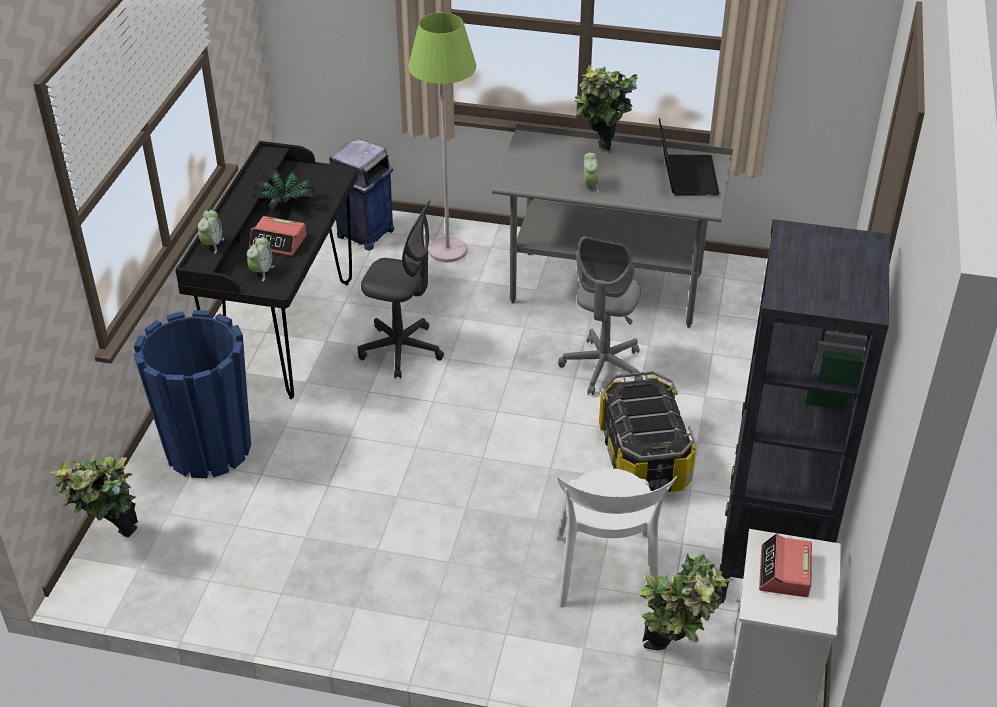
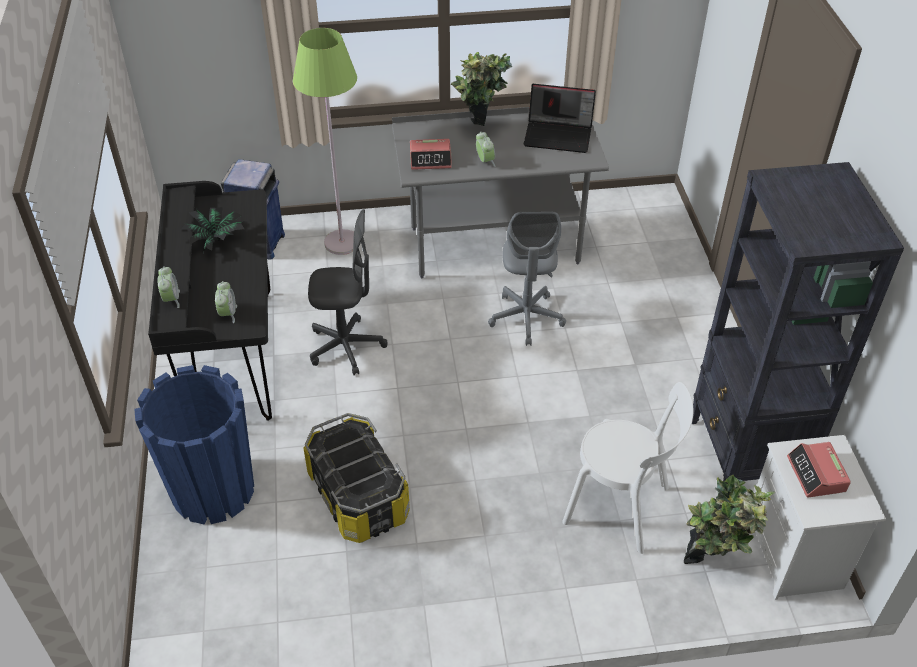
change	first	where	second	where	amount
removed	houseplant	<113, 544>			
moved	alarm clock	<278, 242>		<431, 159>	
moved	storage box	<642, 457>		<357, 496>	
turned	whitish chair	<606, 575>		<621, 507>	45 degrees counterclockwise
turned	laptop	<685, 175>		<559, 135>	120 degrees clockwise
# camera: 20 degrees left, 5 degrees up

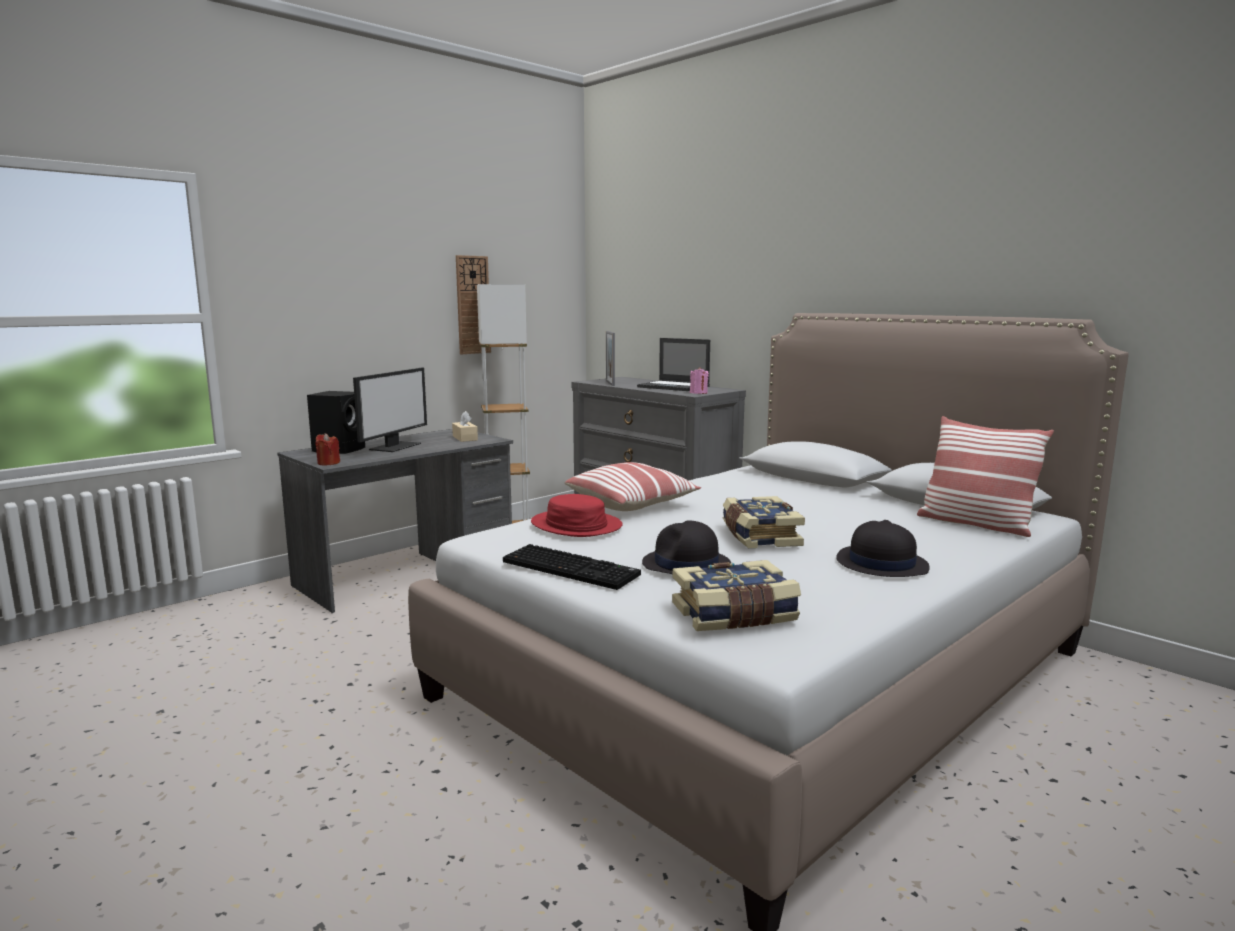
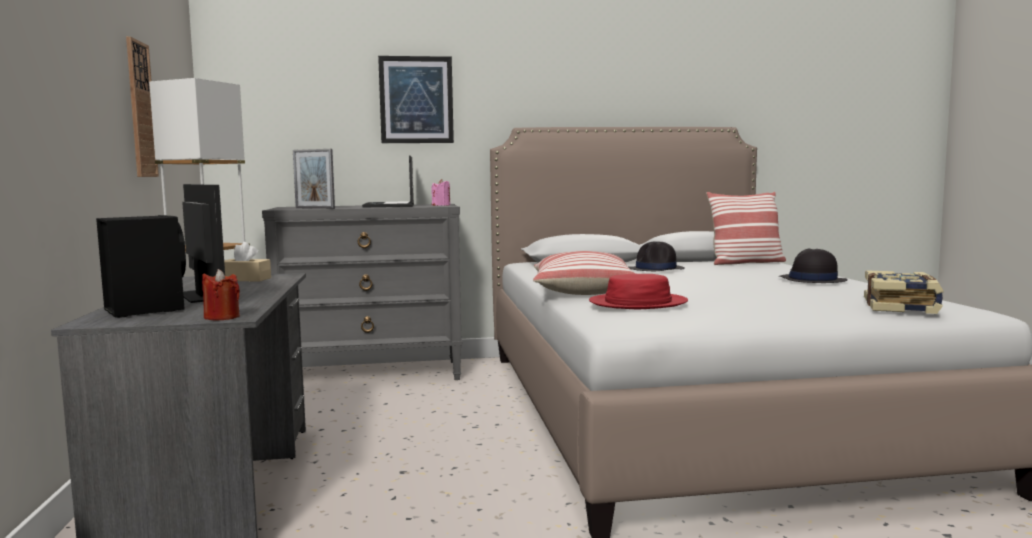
change	first	where	second	where	amount
removed	keyboard	<572, 568>			
removed	book	<759, 536>			
added			wall art	<416, 100>	
moved	blackish clothing hat	<686, 565>		<656, 269>	
turned	laptop	<674, 387>		<389, 205>	105 degrees clockwise
# camera: 55 degrees left, 5 degrees down

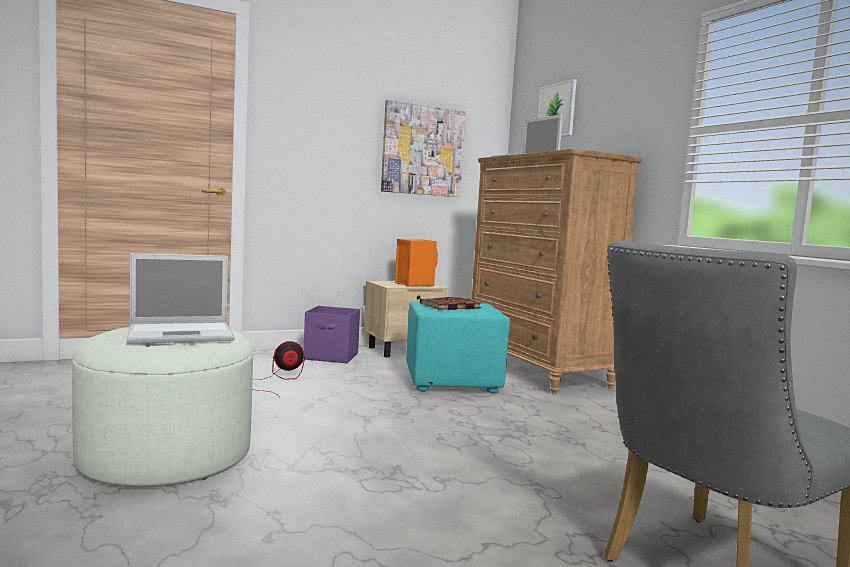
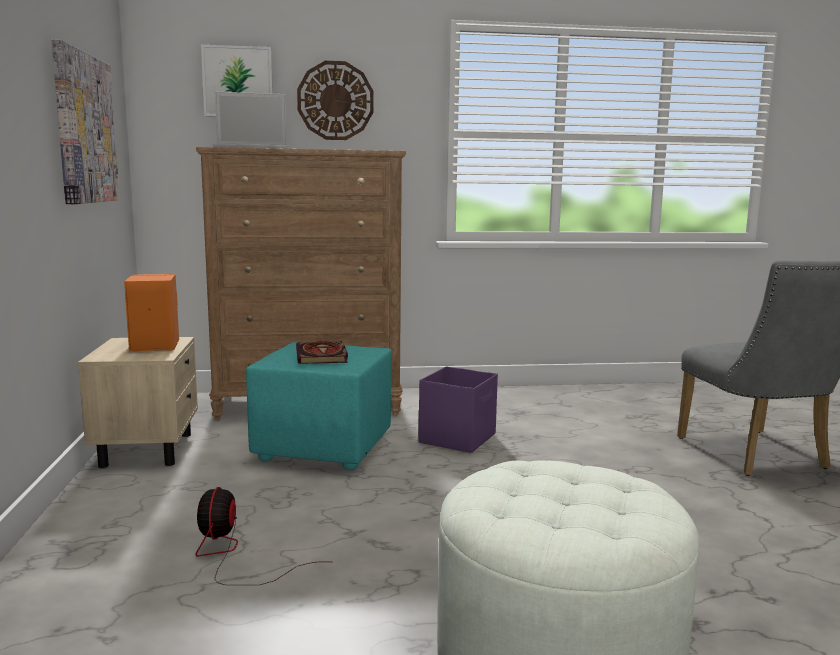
change	first	where	second	where	amount
removed	laptop	<183, 334>			
added			wall clock	<335, 101>	
moved	purple storage box	<332, 357>		<458, 438>	
# camera: 70 degrees left, 5 degrees up

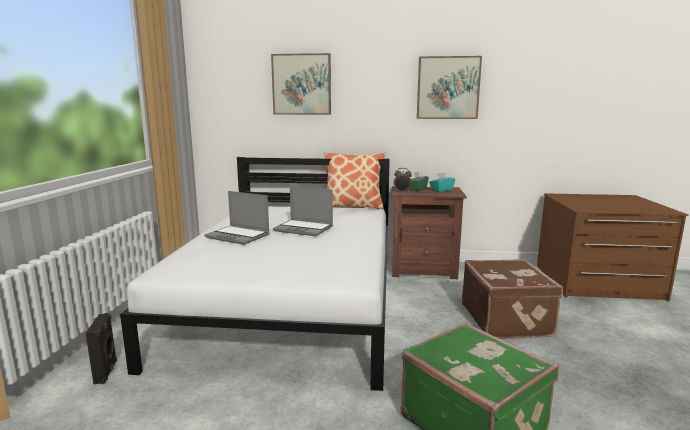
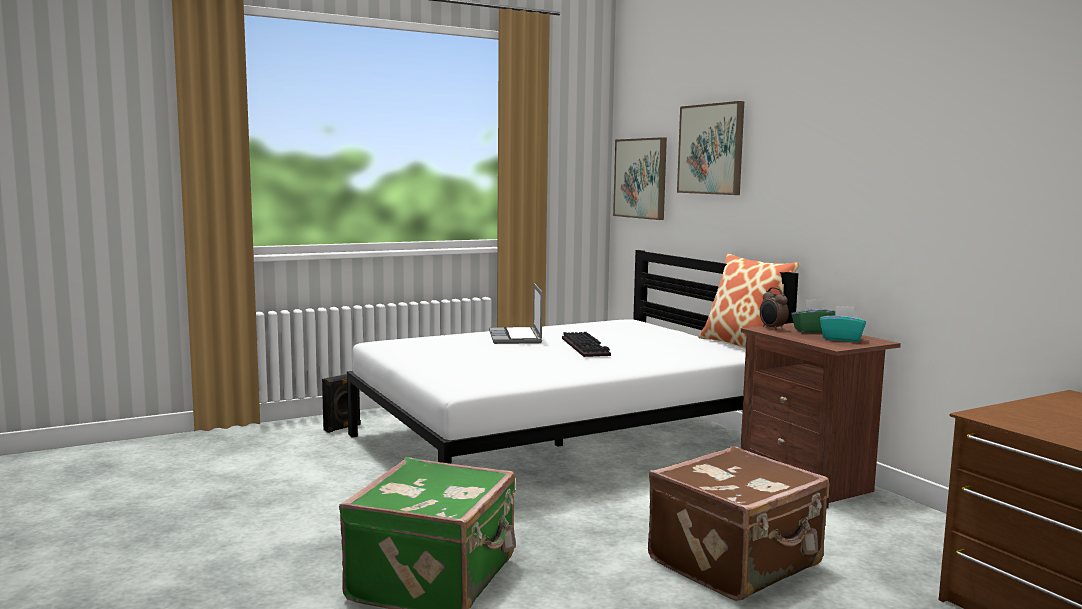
change	first	where	second	where	amount
moved	wall art	<448, 88>		<641, 178>	
replaced	laptop	<304, 229>	keyboard	<587, 347>	
# camera: 55 degrees right, 5 degrees down

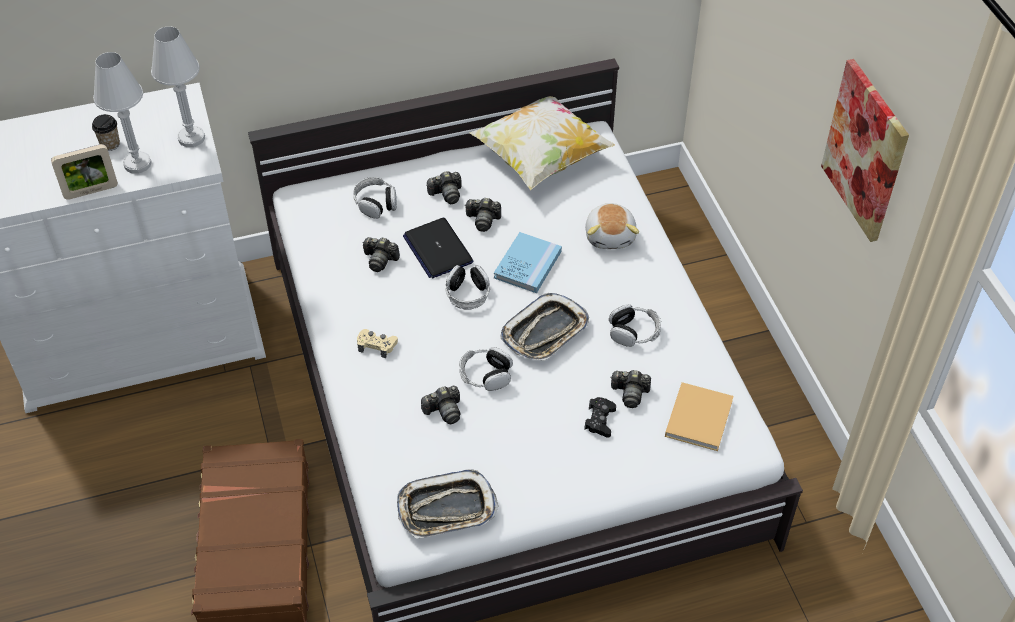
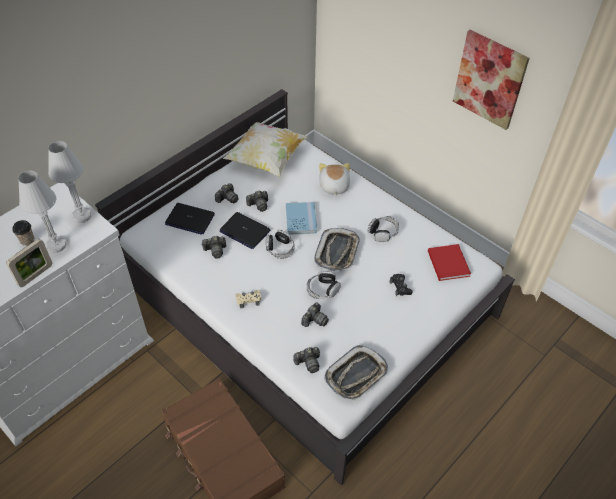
change	first	where	second	where	amount
moved	photo camera	<630, 393>		<308, 363>	
replaced	headset	<376, 203>	laptop	<189, 219>	
recoloured	beige book	<699, 416>	red-coloured book	<448, 262>	
turned	plush toy	<610, 235>		<333, 186>	150 degrees counterclockwise
# camera: 30 degrees left, 0 degrees up

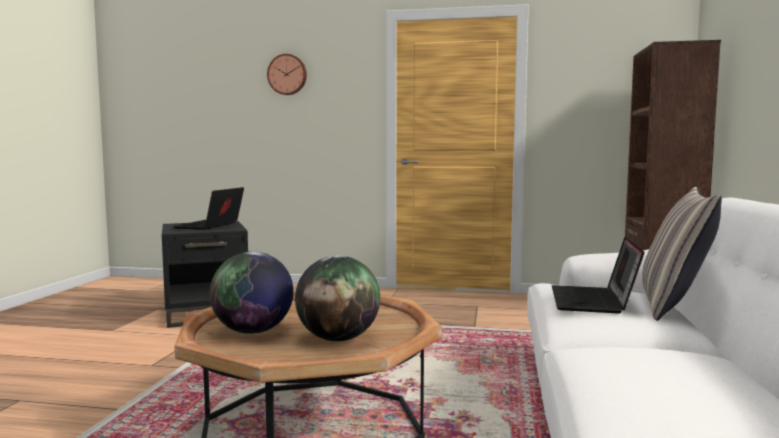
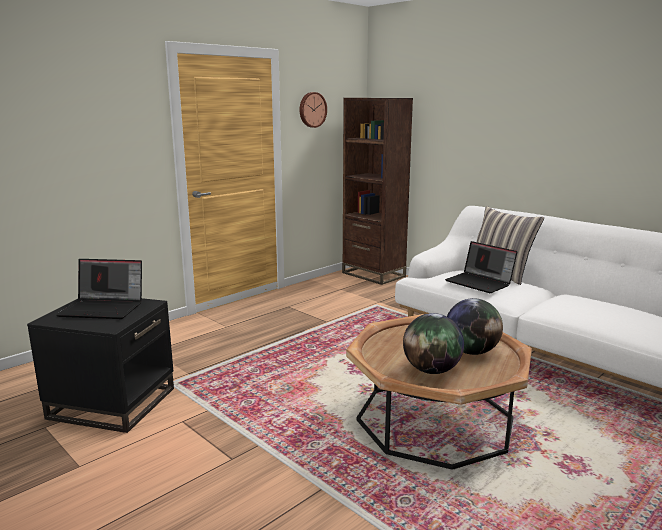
change	first	where	second	where	amount
moved	wall clock	<287, 74>		<312, 109>	
turned	laptop	<210, 226>		<104, 308>	45 degrees counterclockwise
# camera: 55 degrees left, 10 degrees up

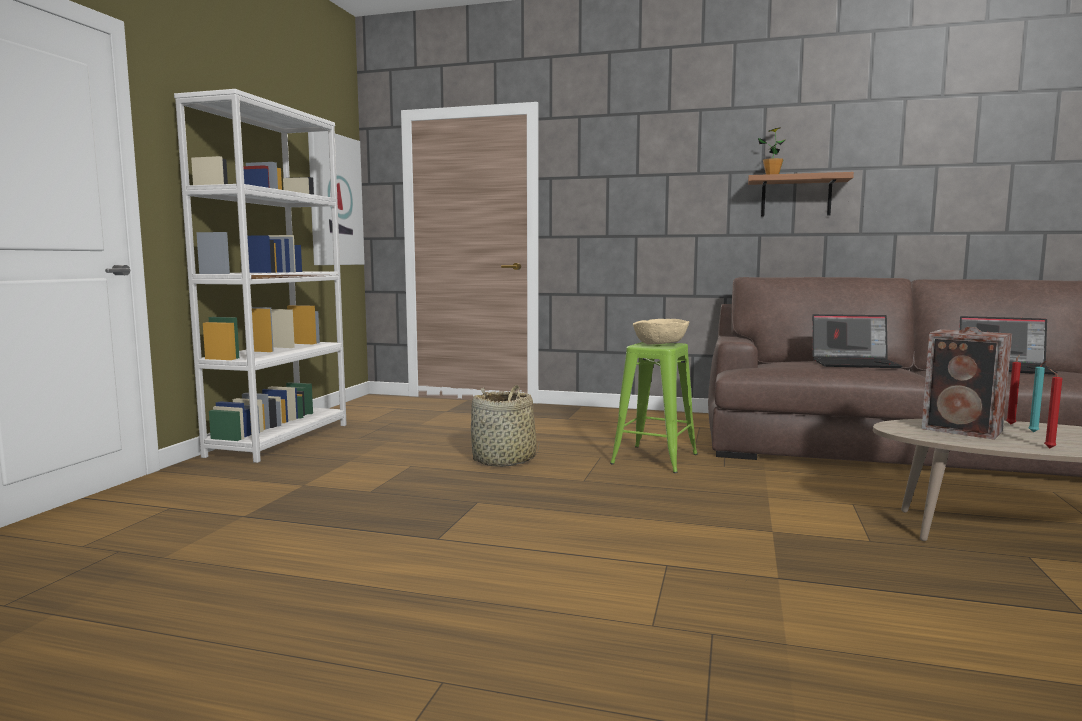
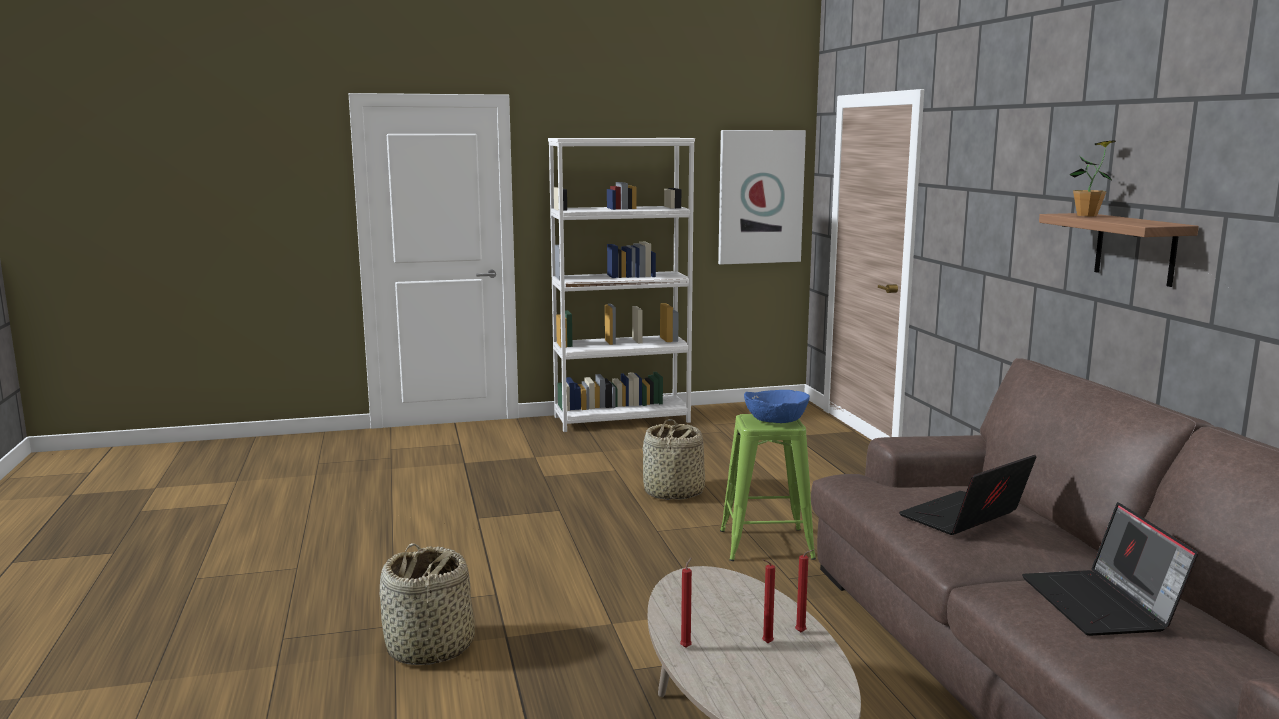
change	first	where	second	where	amount
removed	loudspeaker	<964, 430>			
added			basket	<429, 648>	
recoloured	beige deep dish	<659, 344>	blue deep dish	<775, 420>	
recoloured	blue-green wax candle	<1034, 432>	red-coloured wax candle	<766, 643>	
turned	laptop	<855, 363>		<964, 518>	75 degrees clockwise
# camera: 60 degrees right, 5 degrees up

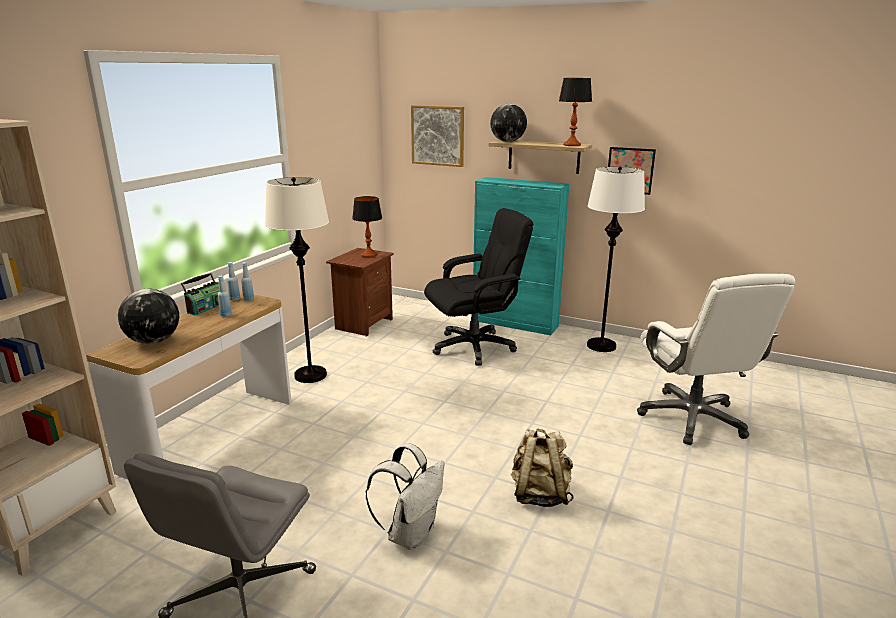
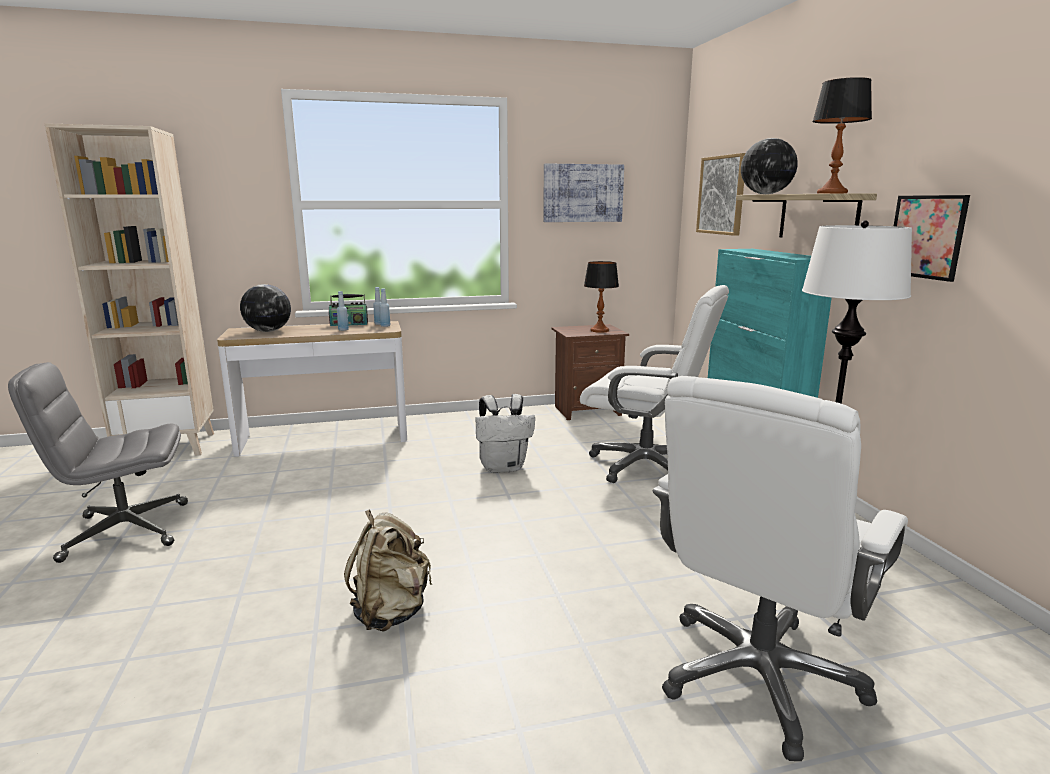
change	first	where	second	where	amount
removed	whitish standing lamp	<311, 375>			
added			wall art	<583, 193>	
moved	whitish knapsack	<410, 533>		<503, 467>	
recoloured	blackish desk chair	<474, 347>	whitish desk chair	<646, 466>	
# camera: 50 degrees right, 5 degrees down

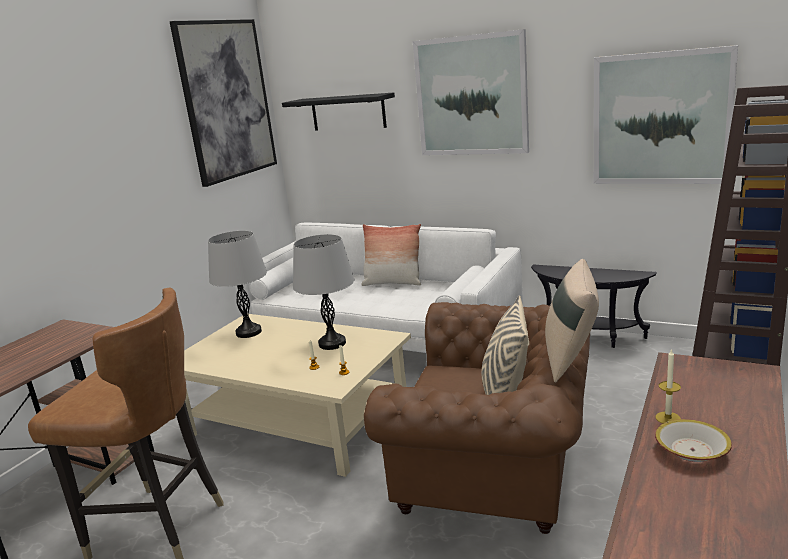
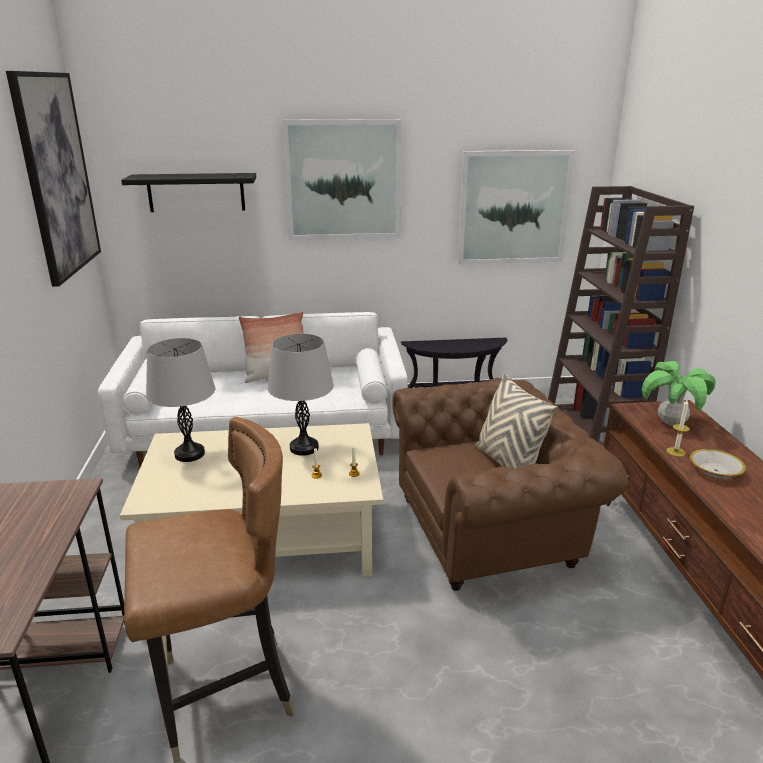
change	first	where	second	where	amount
removed	beige throw pillow	<571, 359>			
added			houseplant	<671, 423>	
# camera: 35 degrees left, 5 degrees up

